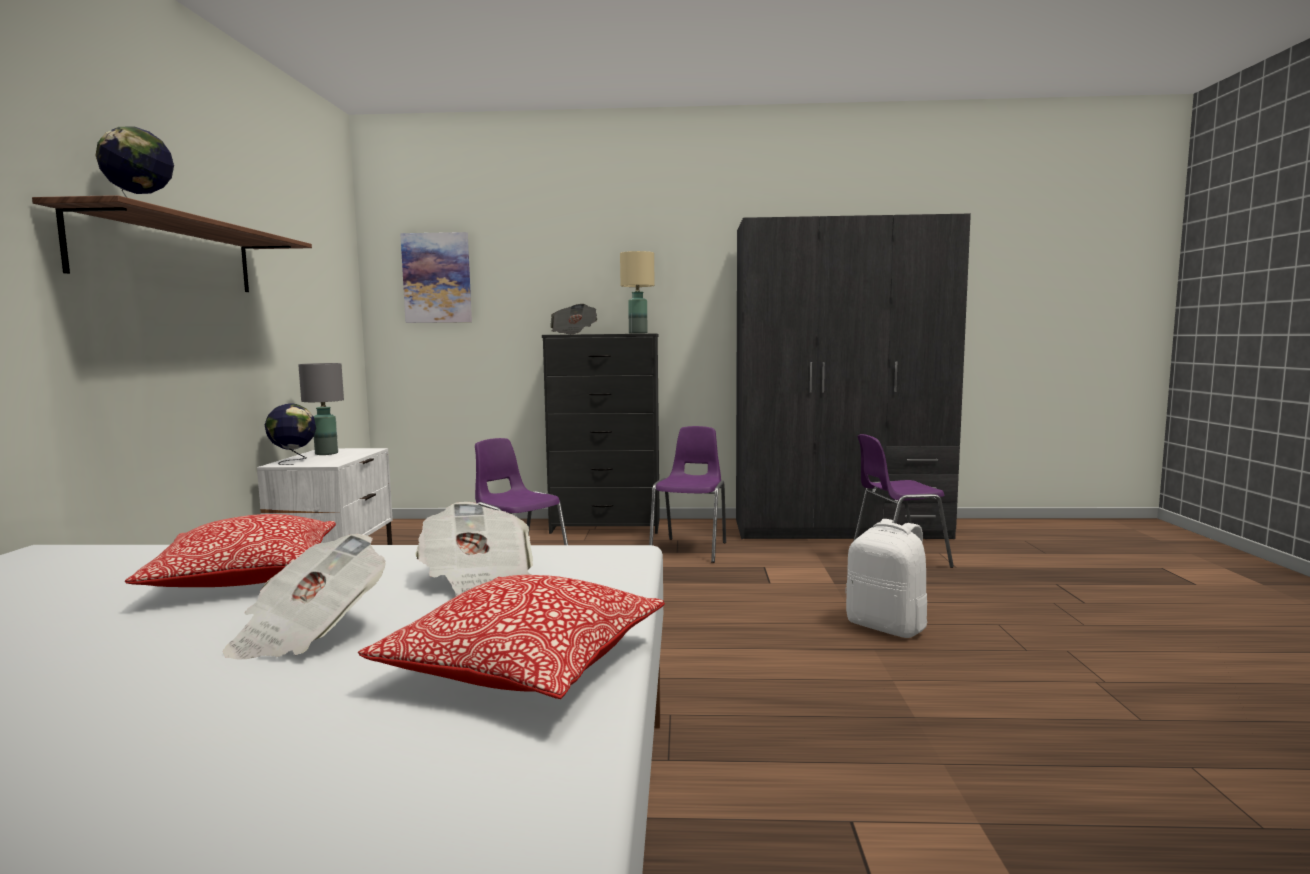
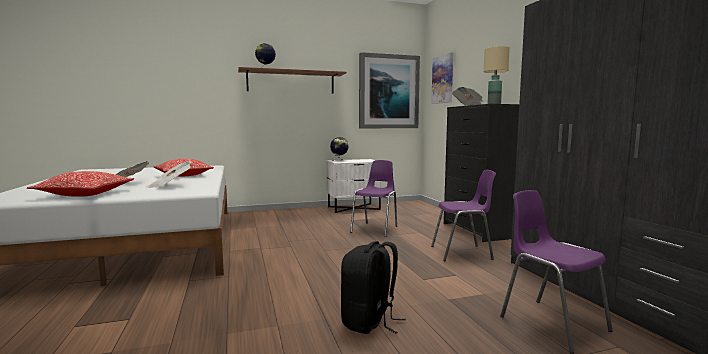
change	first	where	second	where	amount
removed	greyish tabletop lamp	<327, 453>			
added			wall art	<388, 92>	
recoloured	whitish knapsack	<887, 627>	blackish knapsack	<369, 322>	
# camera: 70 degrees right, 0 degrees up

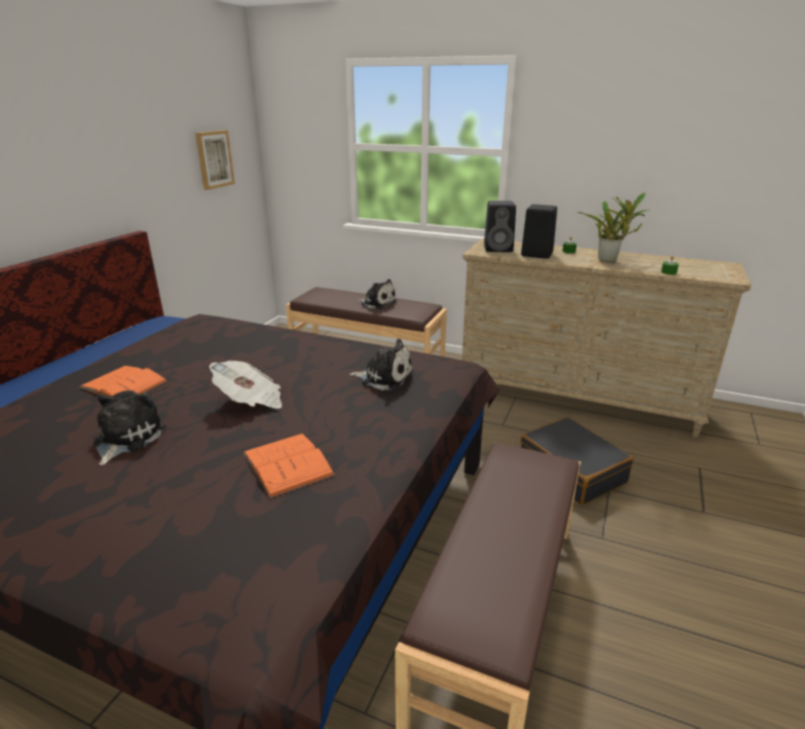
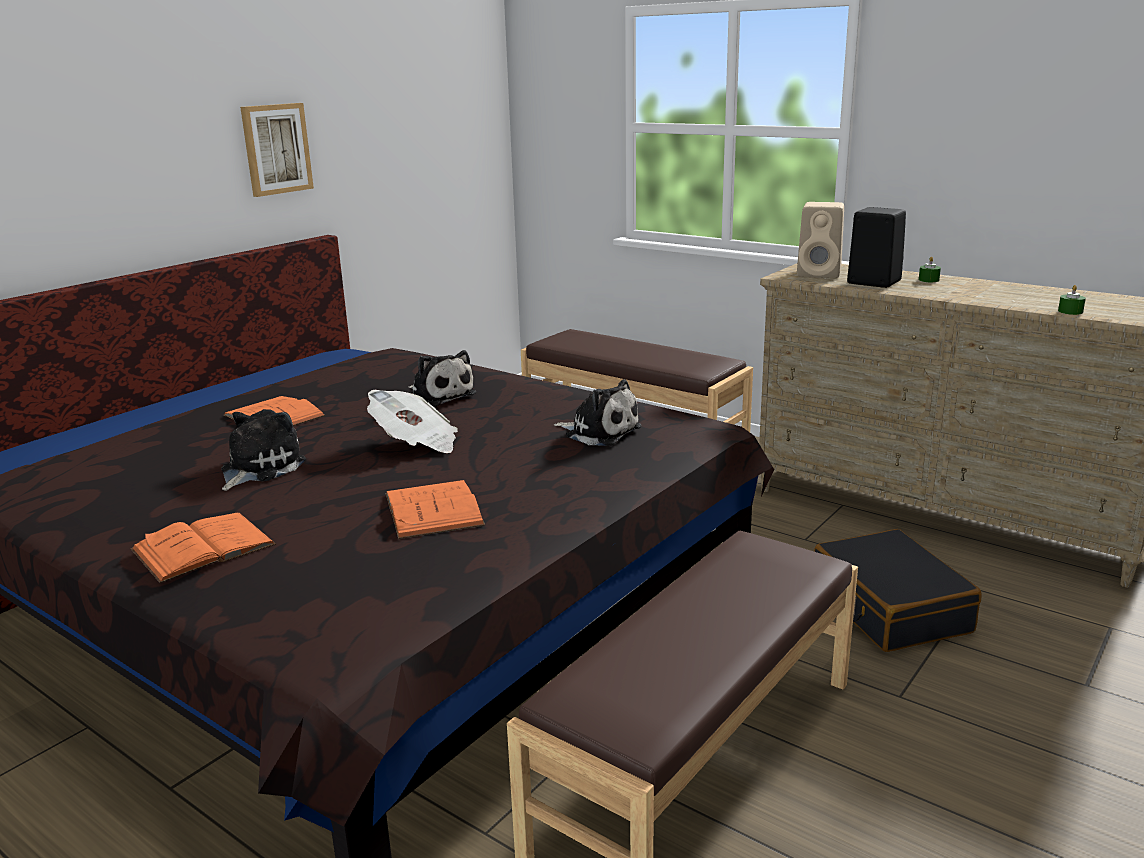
change	first	where	second	where	amount
removed	houseplant	<609, 260>			
added			orangey book	<203, 547>	
moved	wall art	<214, 159>		<276, 149>	
moved	plush toy	<377, 303>		<439, 395>	
recoloured	blackish loudspeaker	<499, 249>	beige loudspeaker	<820, 273>	
# camera: 15 degrees right, 5 degrees down

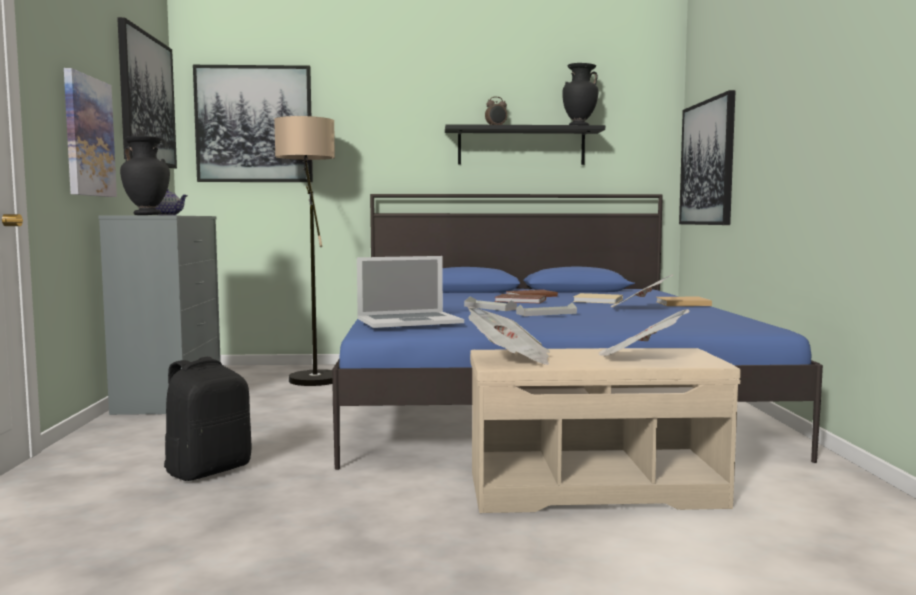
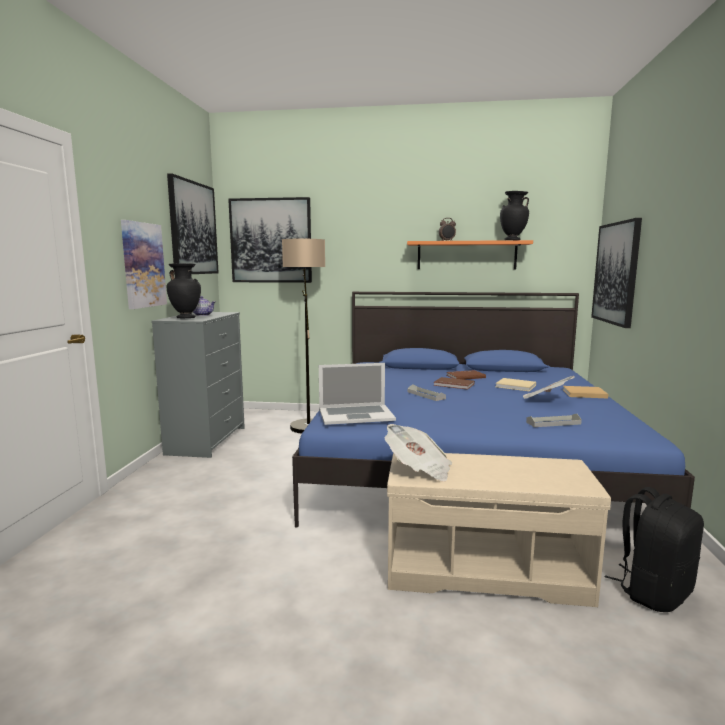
change	first	where	second	where	amount
removed	newspaper	<640, 358>			
moved	blackish knapsack	<208, 470>		<653, 592>	
moved	greyish carrying tray	<546, 313>		<553, 423>	
recoloured	blackish bracket shelf	<521, 146>	orangey bracket shelf	<466, 255>	
# camera: 10 degrees right, 5 degrees up

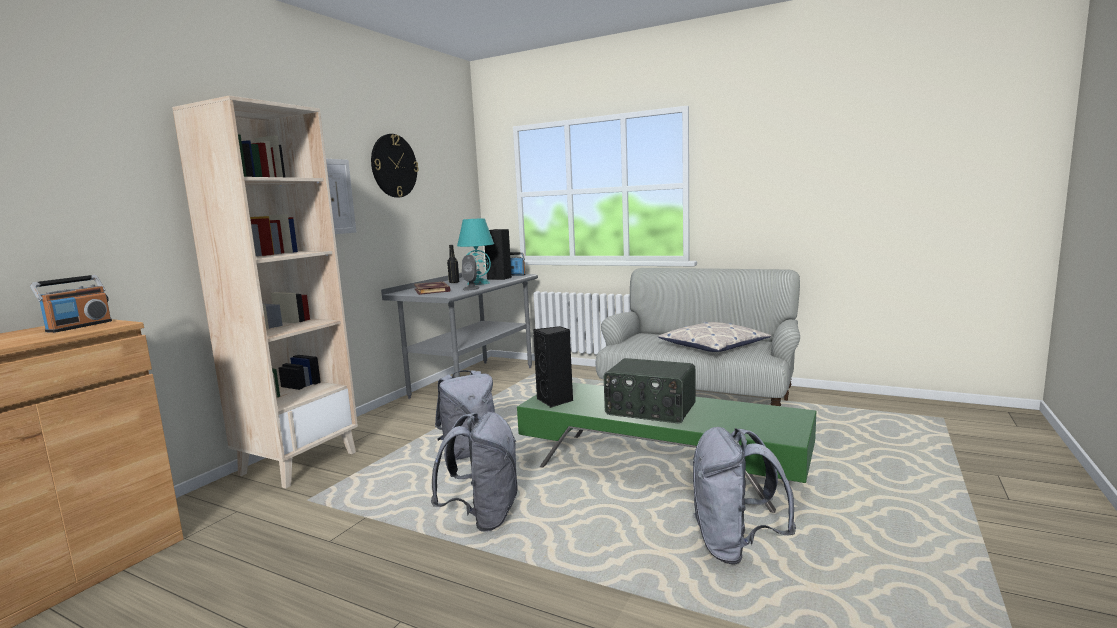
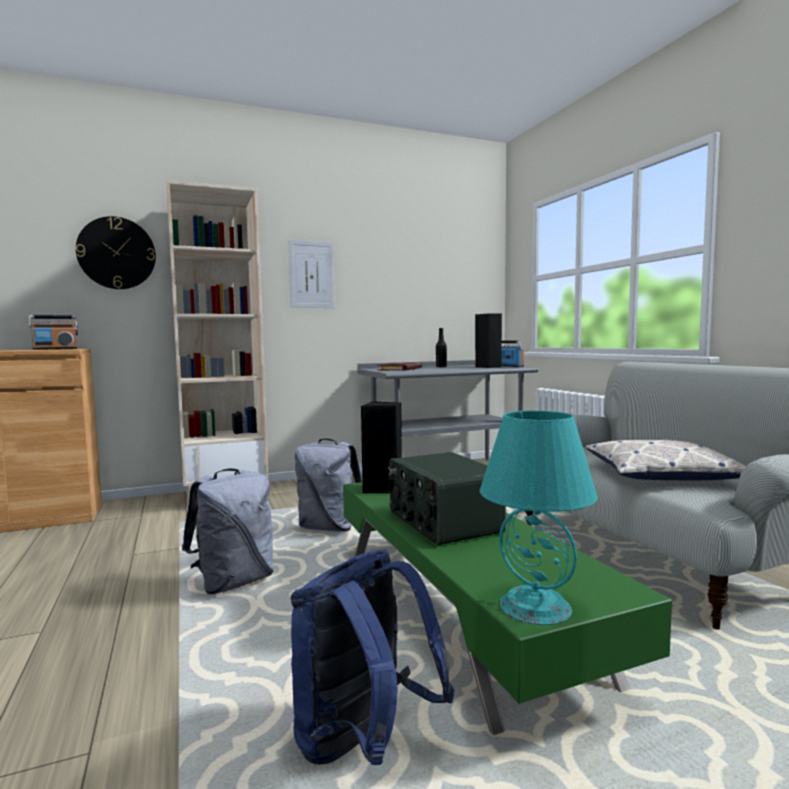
change	first	where	second	where	amount
removed	greyish loudspeaker	<471, 288>			
moved	wall clock	<394, 166>		<116, 253>	
moved	blue-green tabletop lamp	<478, 283>		<534, 606>	
recoloured	greyish knapsack	<735, 547>	blue knapsack	<362, 744>	
# camera: 40 degrees right, 5 degrees down

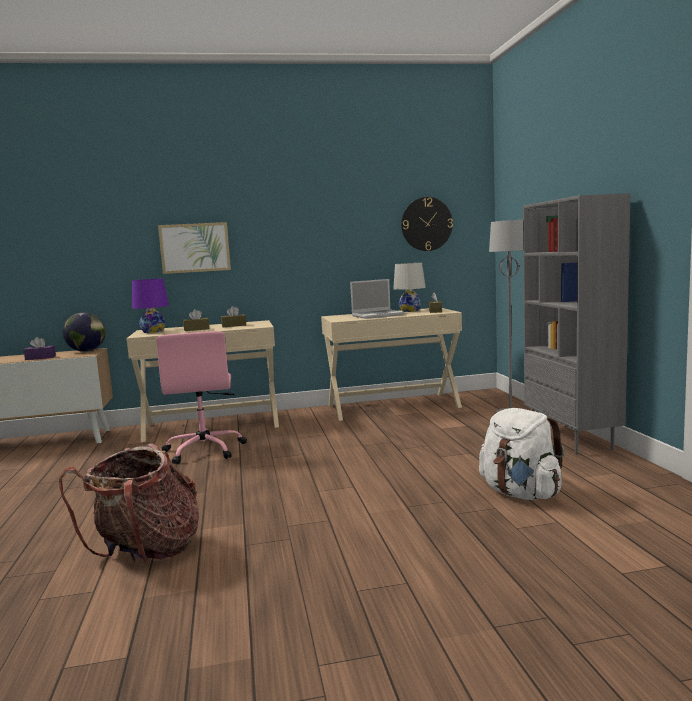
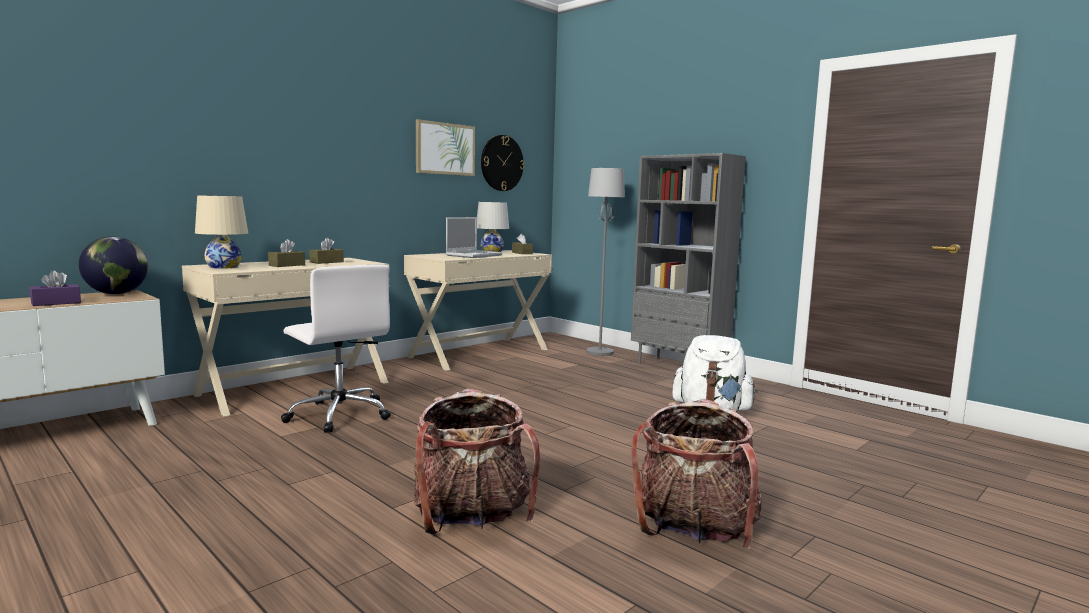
change	first	where	second	where	amount
added			knapsack	<695, 532>	
moved	wall art	<195, 248>		<445, 149>	
recoloured	purple tabletop lamp	<153, 331>	beige tabletop lamp	<223, 267>	
recoloured	pink desk chair	<204, 450>	whitish desk chair	<339, 414>	
# camera: 35 degrees left, 0 degrees up

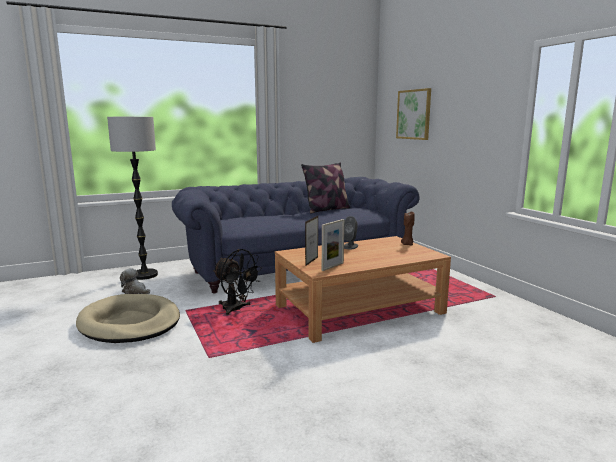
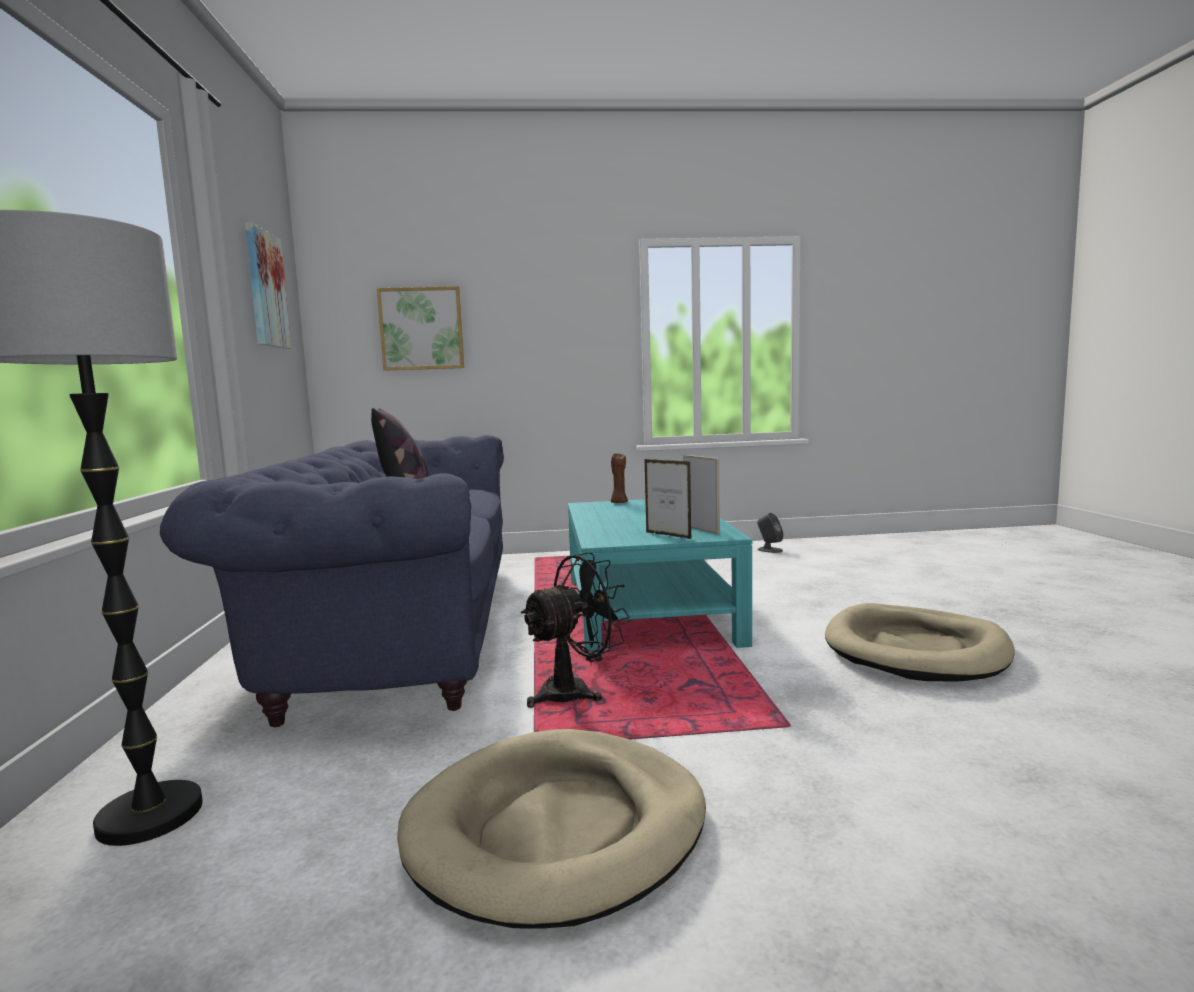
change	first	where	second	where	amount
removed	plush toy	<135, 291>			
added			wall art	<266, 289>	
added			beige dog bed	<915, 650>	
moved	greyish loudspeaker	<350, 246>		<769, 550>	
recoloured	brown low table	<360, 309>	blue-green low table	<646, 608>	
# camera: 70 degrees left, 5 degrees down

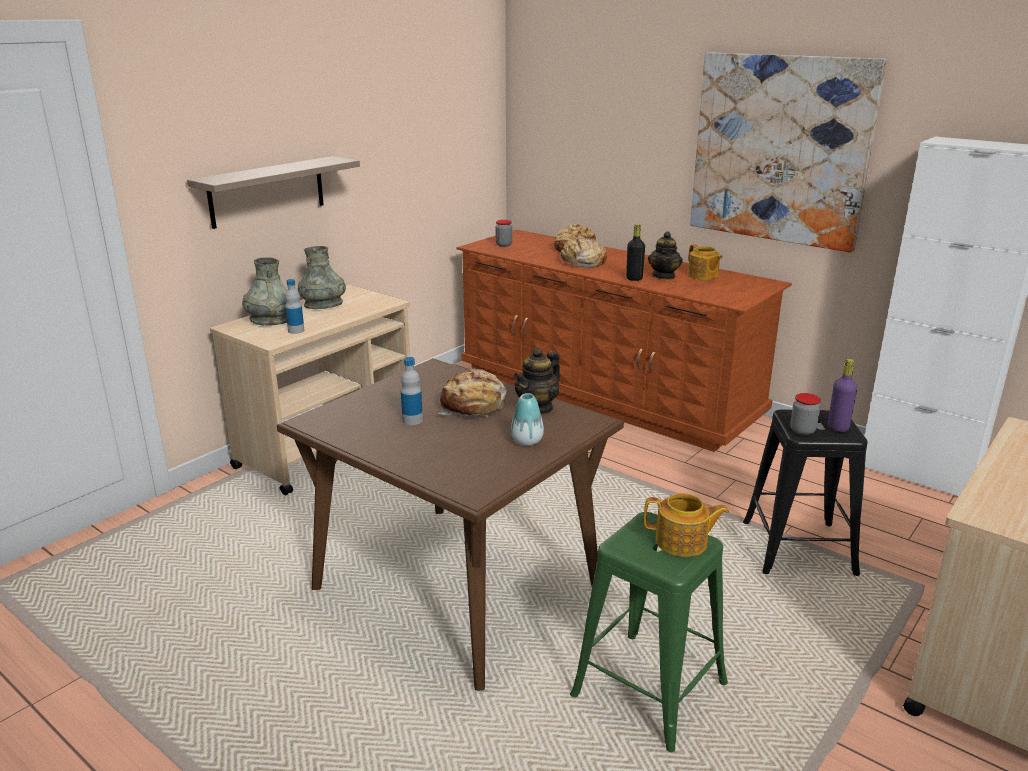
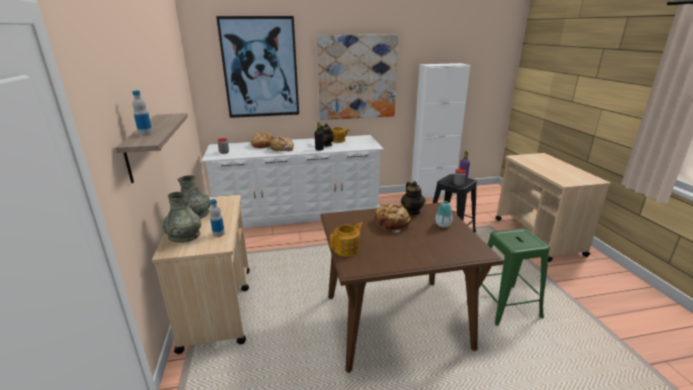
change	first	where	second	where	amount
added			wall art	<260, 68>	
moved	bottle	<412, 420>		<145, 134>	
moved	pot for tea	<682, 542>		<347, 249>	
recoloured	brown drawer chest	<605, 393>	whitish drawer chest	<298, 212>	
# camera: 50 degrees left, 0 degrees up

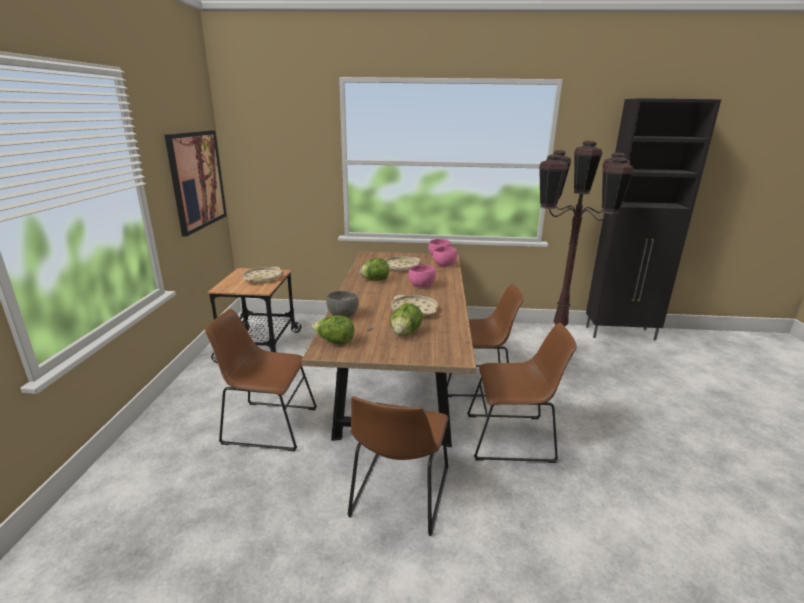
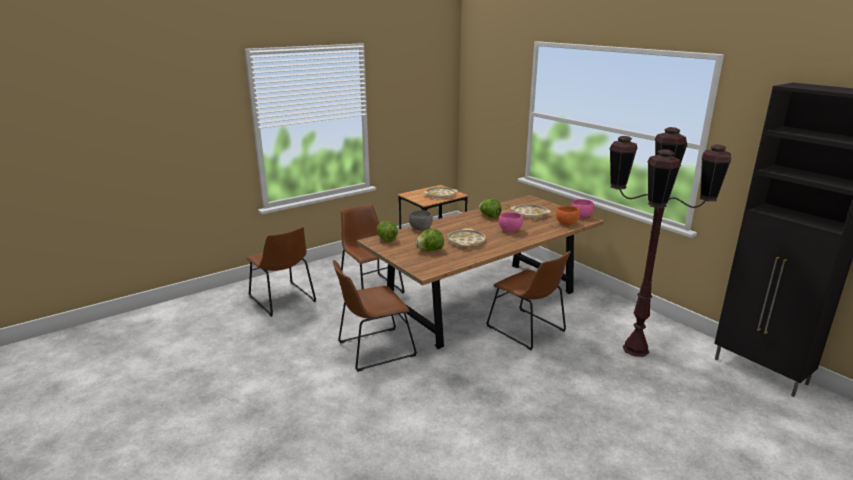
change	first	where	second	where	amount
removed	wall art	<197, 180>			
moved	brown chair	<513, 438>		<283, 300>	
recoloured	pink deep dish	<444, 265>	orangey deep dish	<567, 224>	
# camera: 50 degrees right, 0 degrees up

